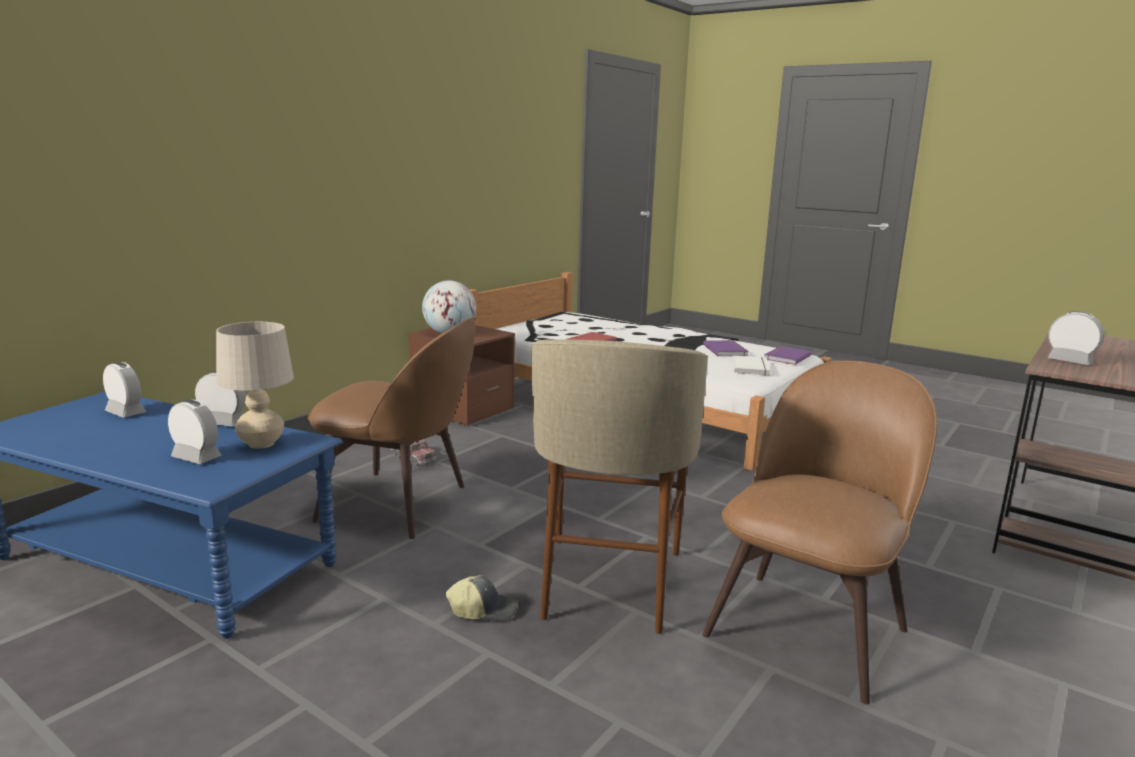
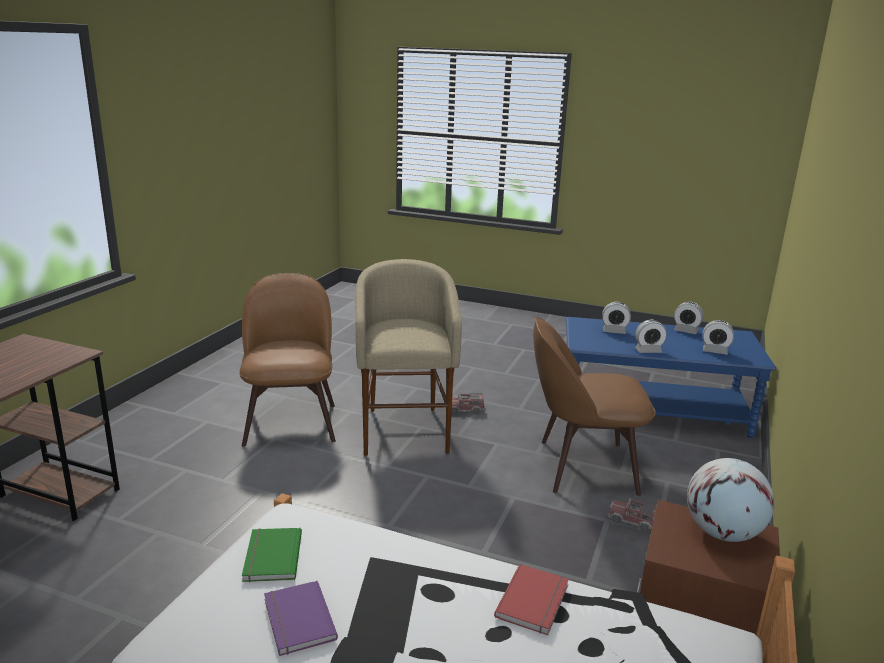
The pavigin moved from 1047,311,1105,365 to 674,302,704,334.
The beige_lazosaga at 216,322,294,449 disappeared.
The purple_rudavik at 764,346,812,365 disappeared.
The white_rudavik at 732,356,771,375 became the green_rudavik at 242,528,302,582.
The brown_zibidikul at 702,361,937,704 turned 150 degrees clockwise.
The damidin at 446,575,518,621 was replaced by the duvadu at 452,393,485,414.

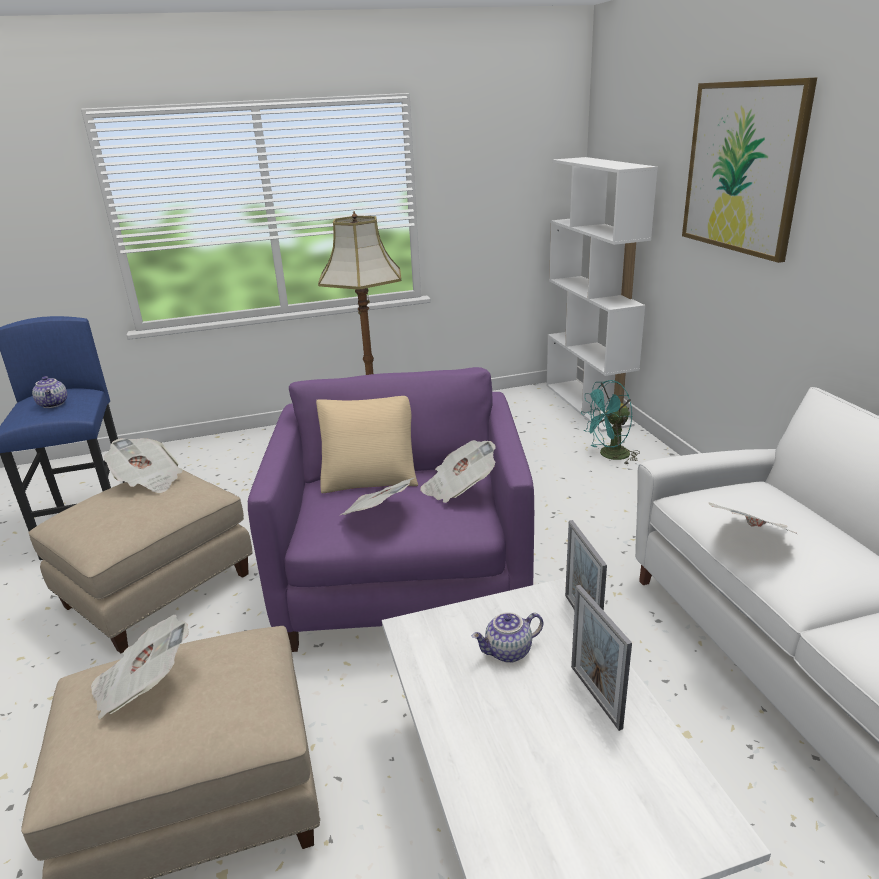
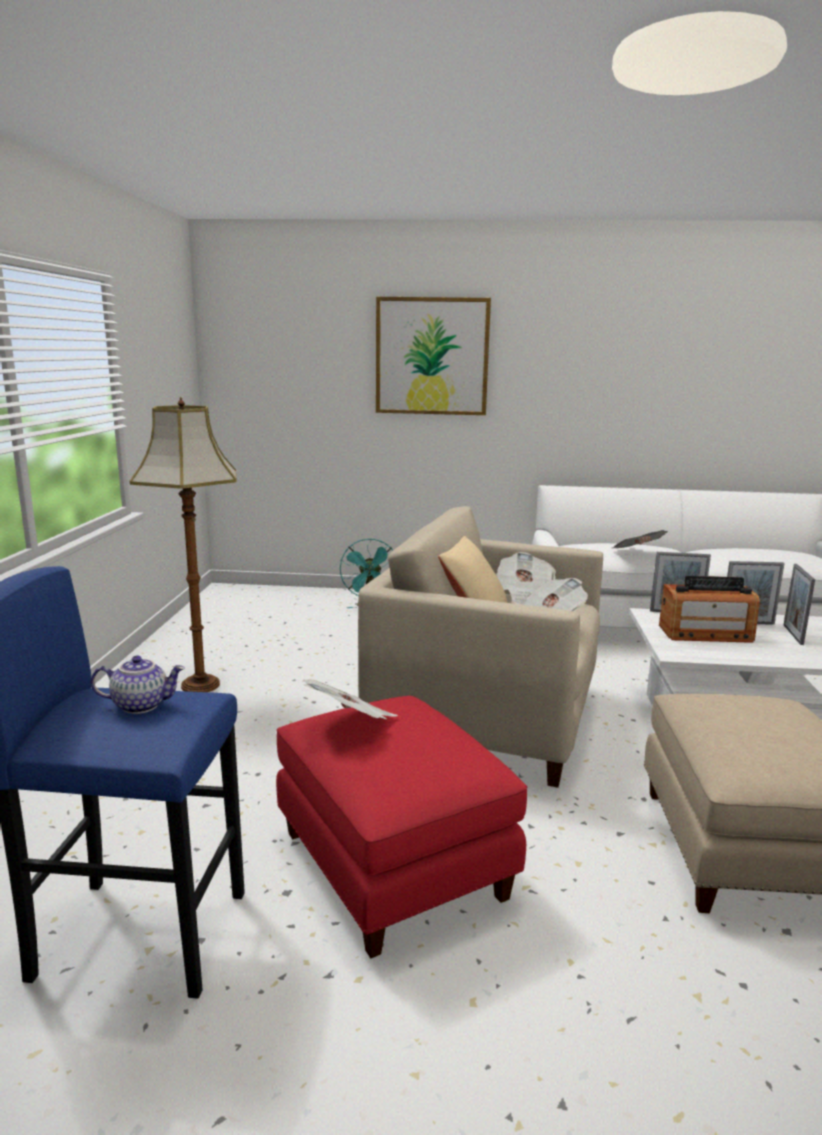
The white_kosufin at 547,157,658,432 disappeared.
The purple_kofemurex at 248,367,534,652 became the beige_kofemurex at 358,506,603,788.
The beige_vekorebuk at 29,470,252,654 became the red_vekorebuk at 276,696,527,958.
The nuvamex at 472,612,543,663 was replaced by the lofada at 659,576,760,643.
The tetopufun at 91,615,189,719 disappeared.
The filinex at 784,564,815,645 appeared.

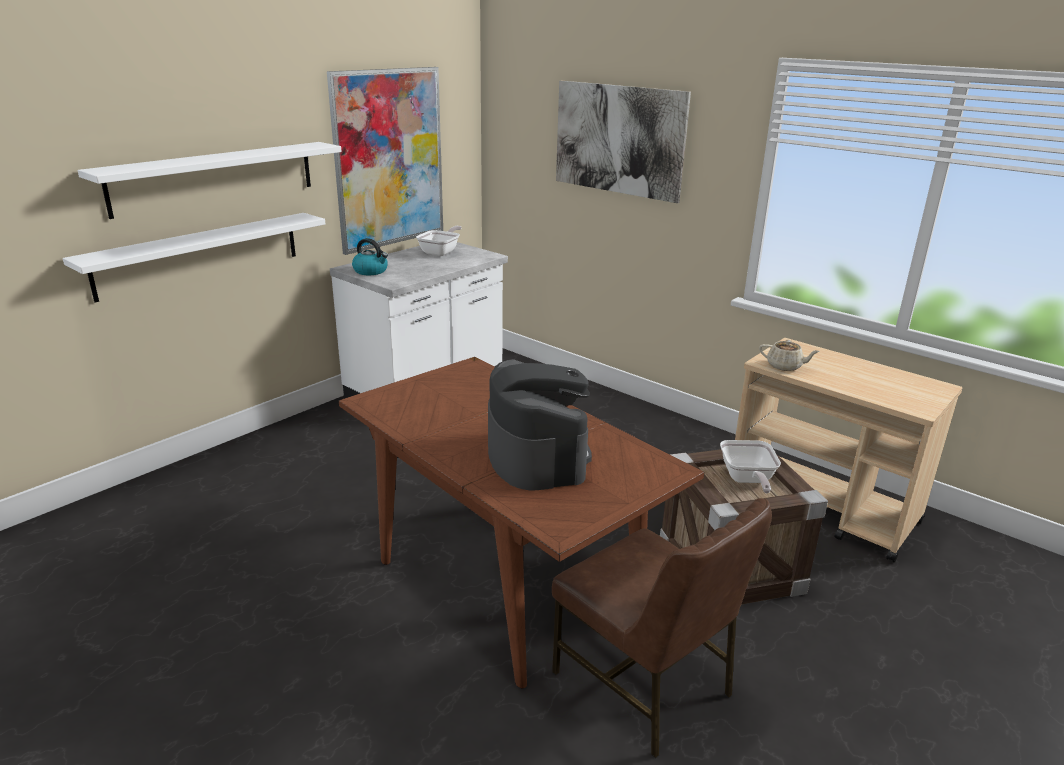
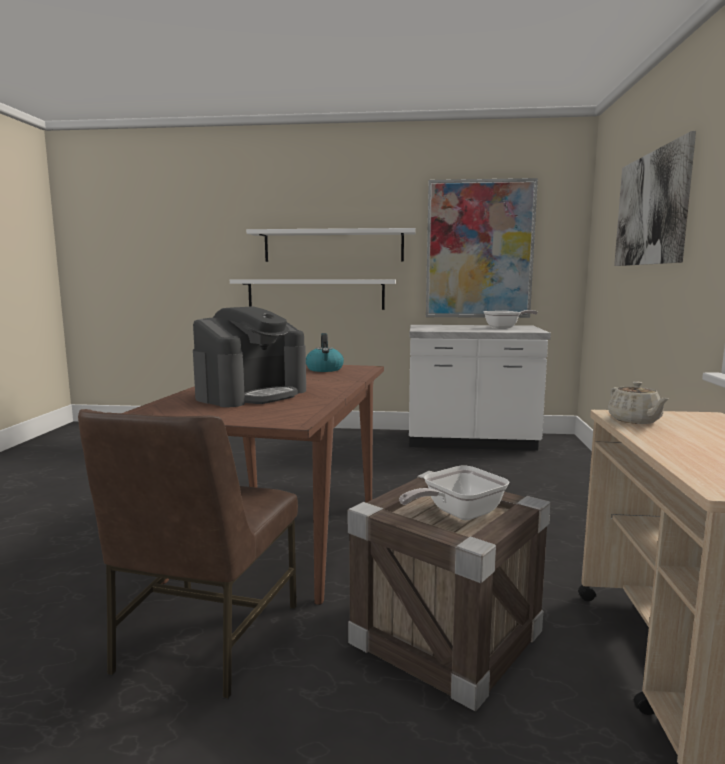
The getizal moved from 352,238,388,275 to 306,333,344,372.

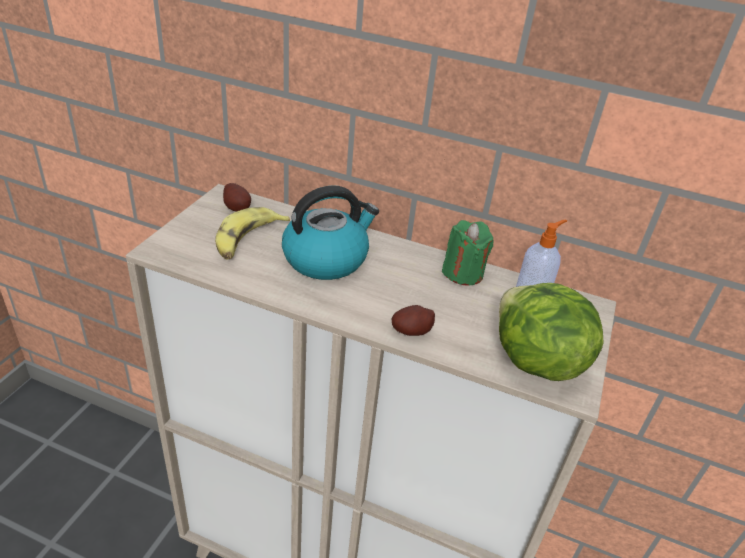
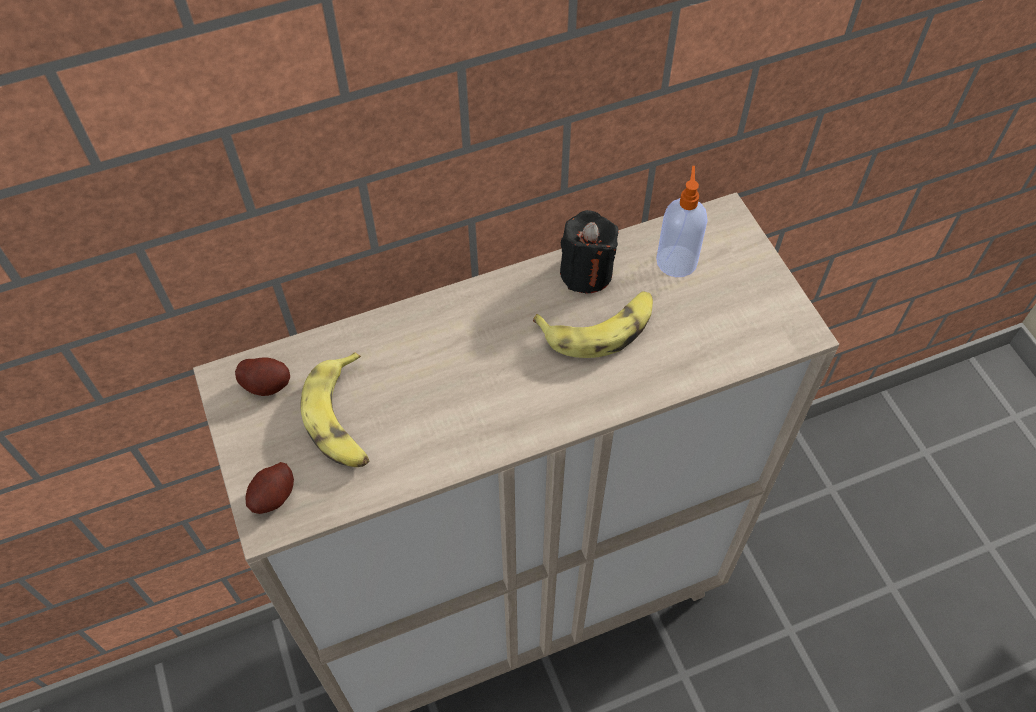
The getizal at 282,185,379,280 disappeared.
The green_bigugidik at 442,220,493,285 became the black_bigugidik at 560,210,619,293.
The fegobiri at 499,283,604,381 disappeared.
The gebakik moved from 392,305,435,336 to 246,462,294,514.
The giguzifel at 533,291,653,358 appeared.

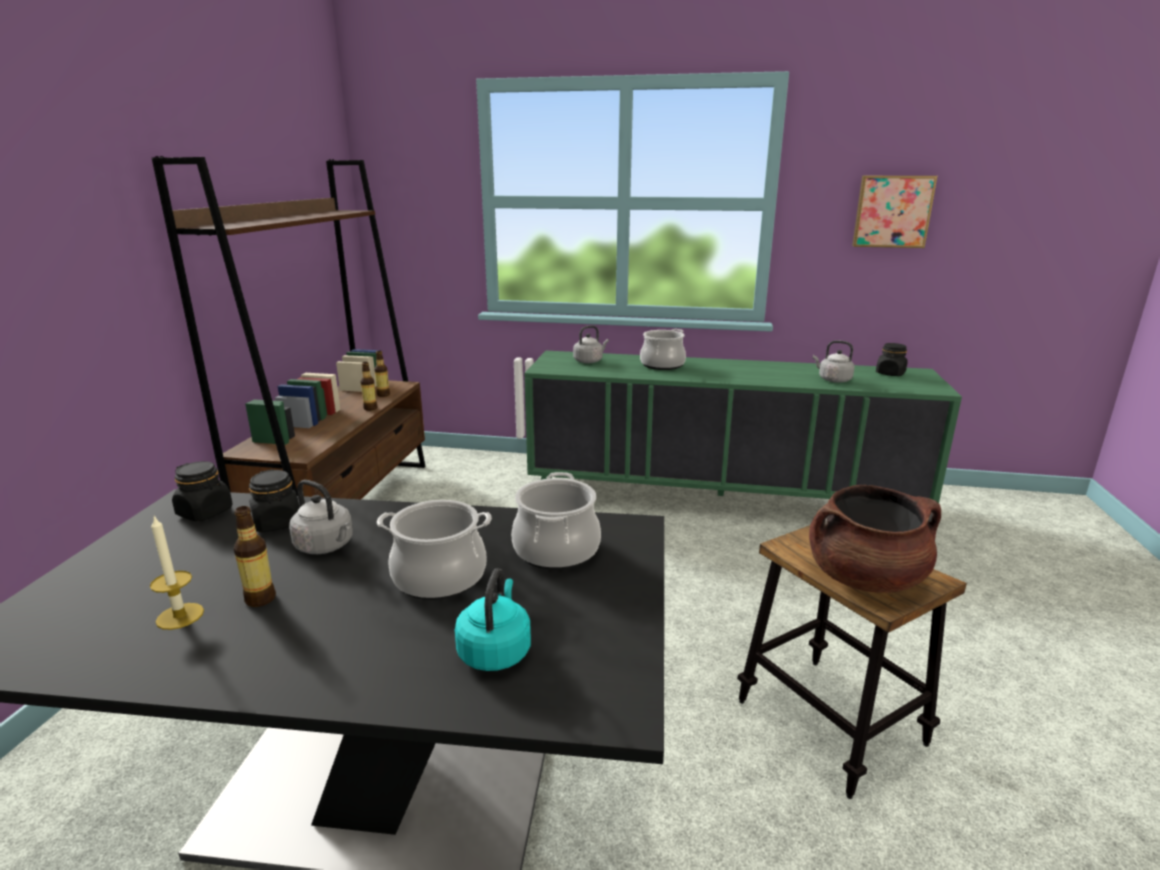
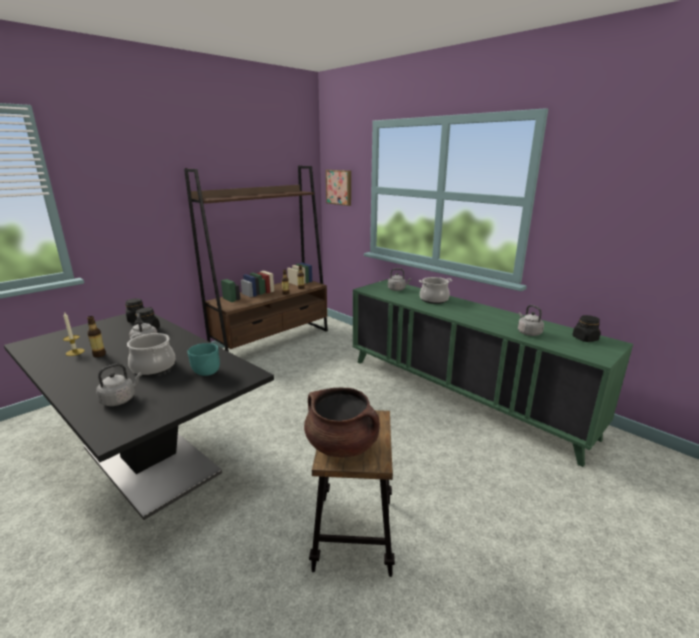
The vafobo moved from 852,176,938,248 to 326,170,351,206.
The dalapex at 511,472,601,569 was replaced by the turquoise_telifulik at 187,343,220,376.
The turquoise_getizal at 455,568,531,671 became the grey_getizal at 96,363,142,406.

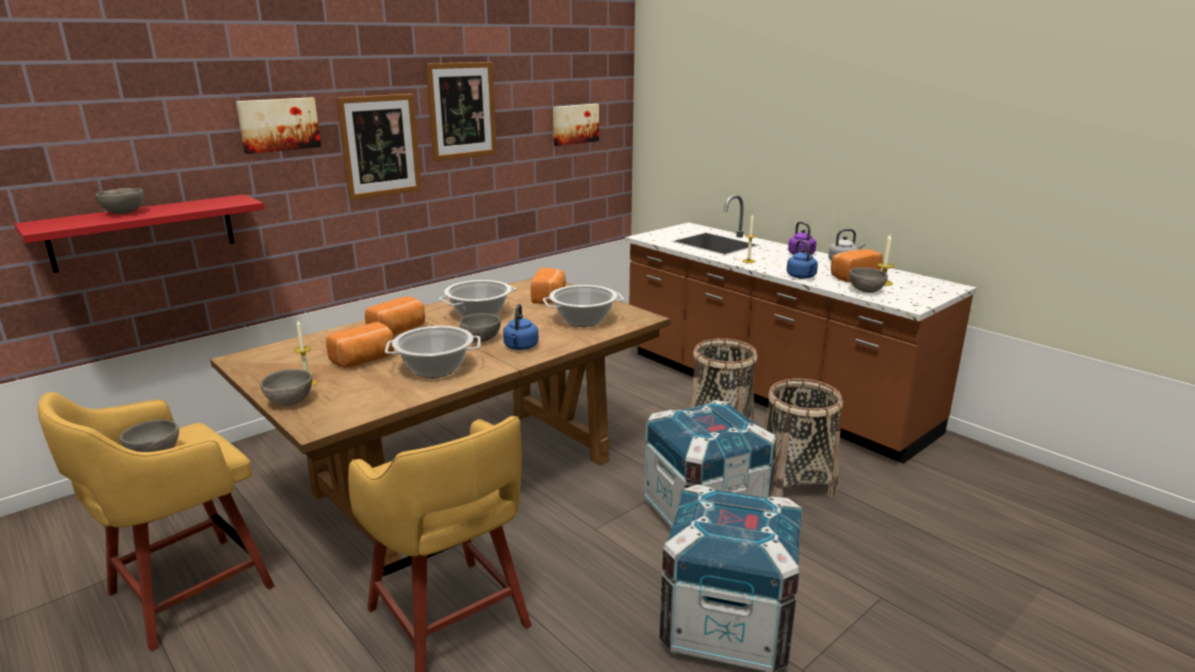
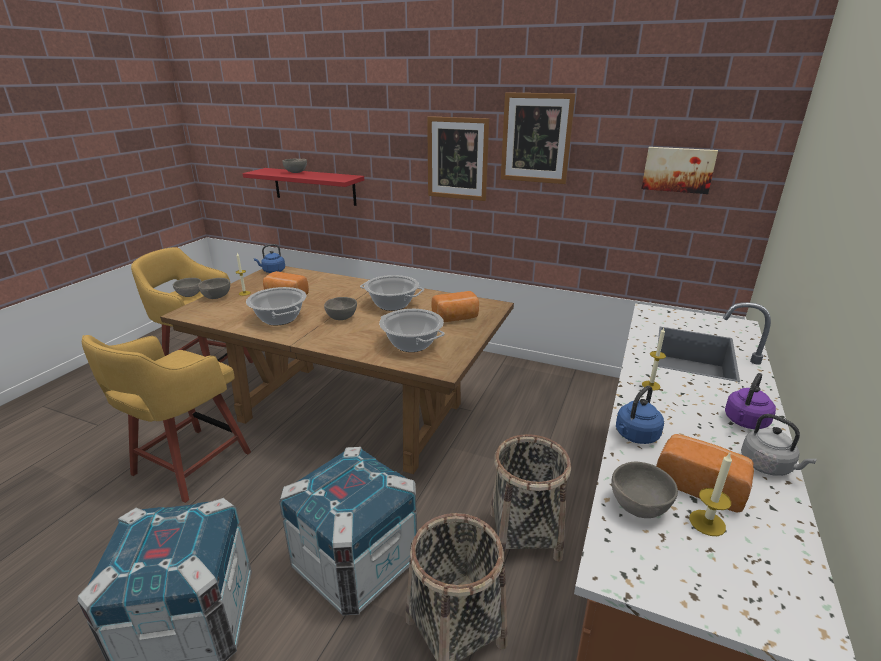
The vafobo at 236,97,321,154 disappeared.
The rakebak at 365,296,425,335 disappeared.
The blue_getizal moved from 503,304,539,350 to 254,244,285,273.

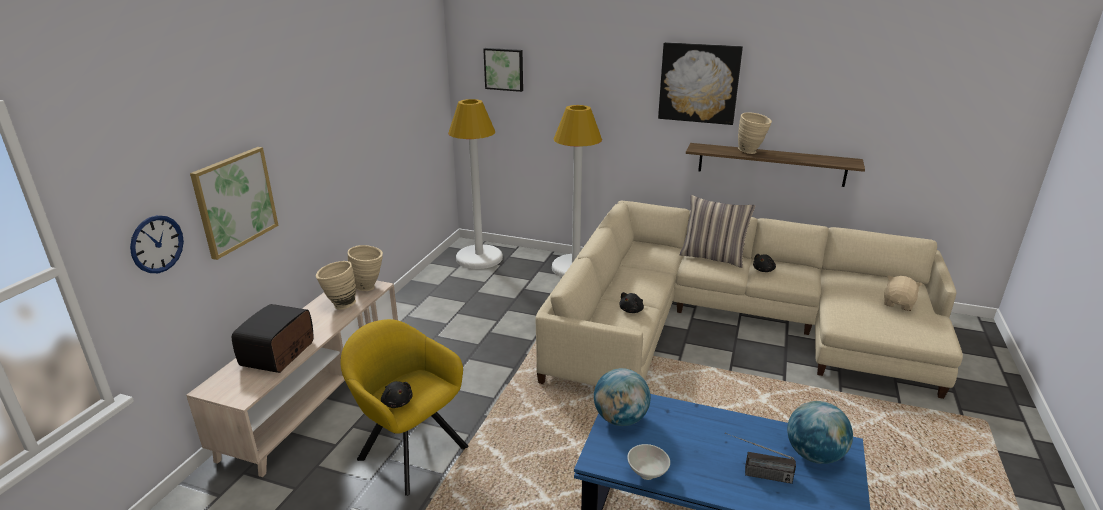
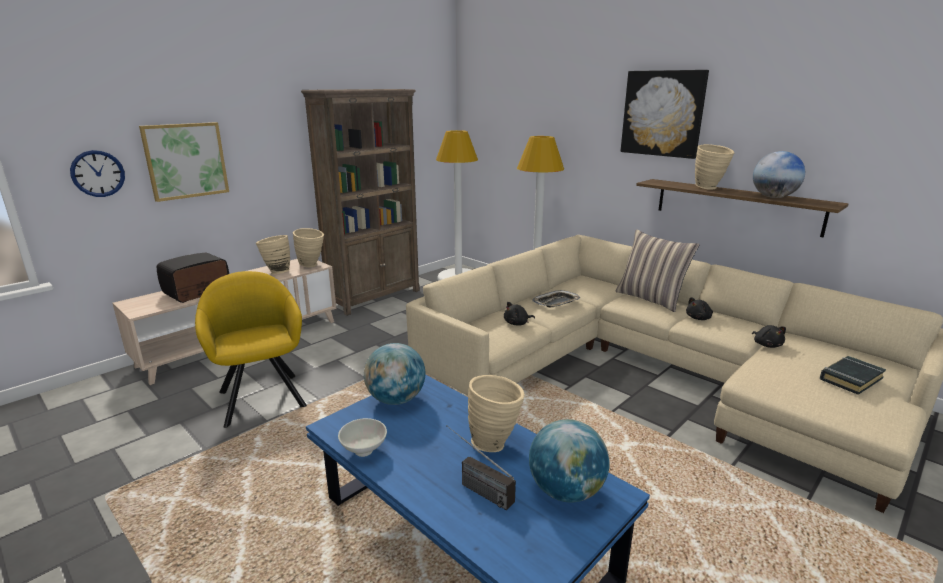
The vafobo at 483,48,523,92 disappeared.
The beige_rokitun at 884,275,922,311 was replaced by the black_rudavik at 820,356,886,395.
The black_rokitun moved from 381,381,413,408 to 752,325,786,348.
The brown_kosufin at 301,89,420,316 appeared.
The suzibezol at 753,151,805,198 appeared.
The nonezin at 532,290,580,307 appeared.
The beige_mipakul at 468,375,525,452 appeared.

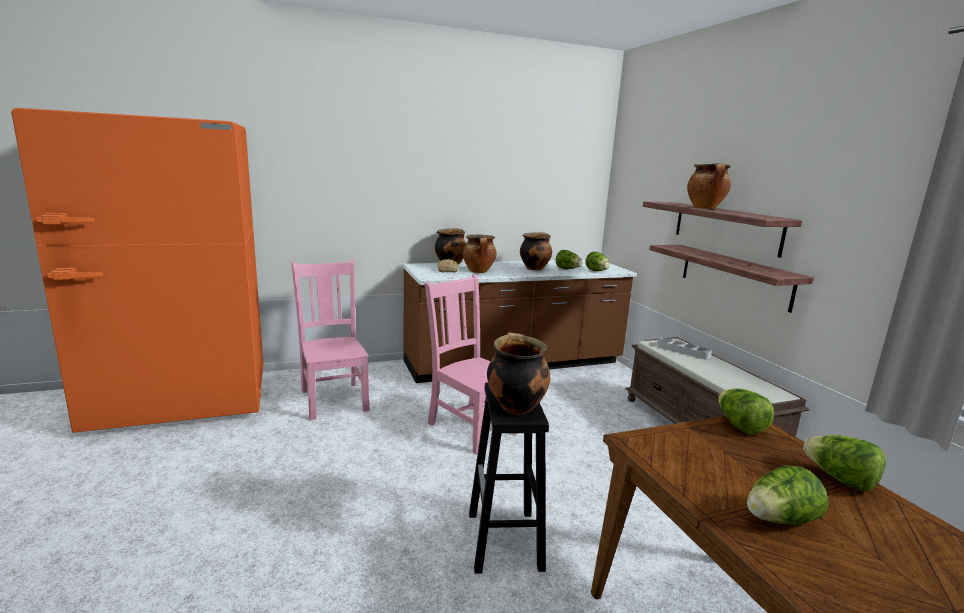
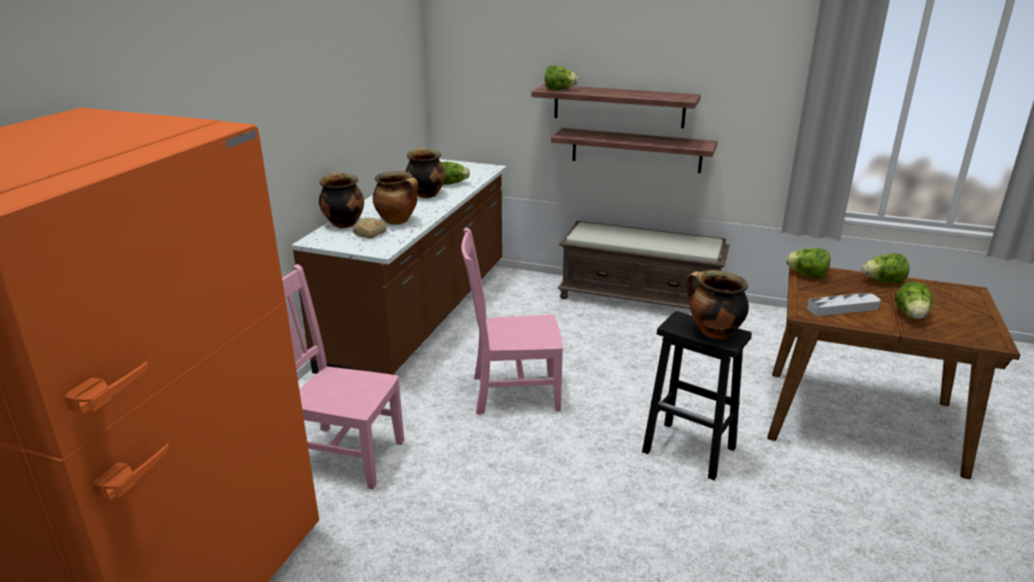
The dalapex at 687,163,731,209 disappeared.
The fegobiri moved from 586,251,610,271 to 545,66,578,90.
The grey_nonezin moved from 656,337,712,359 to 807,293,881,316.

